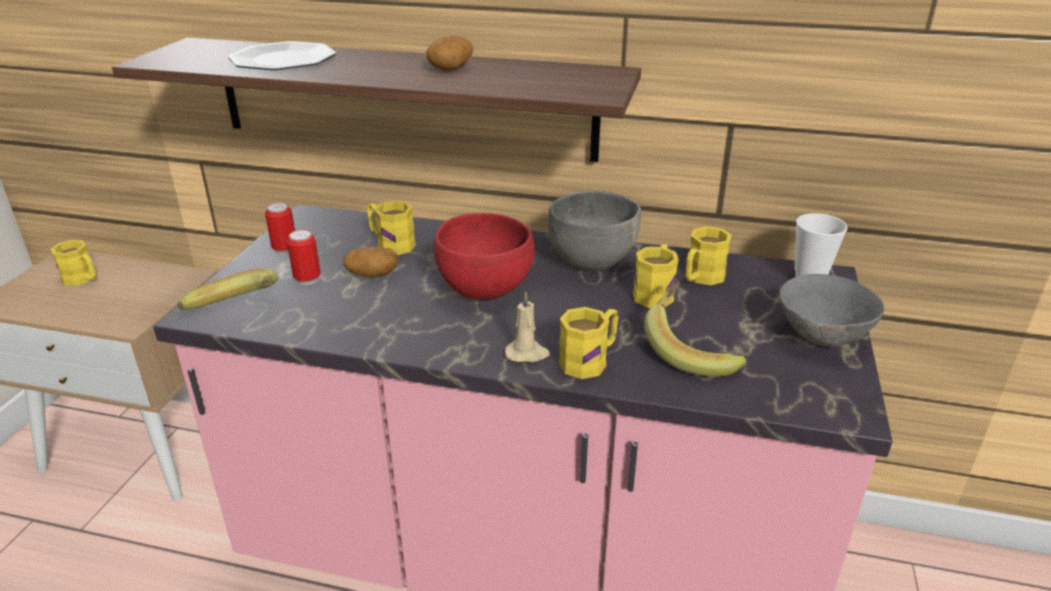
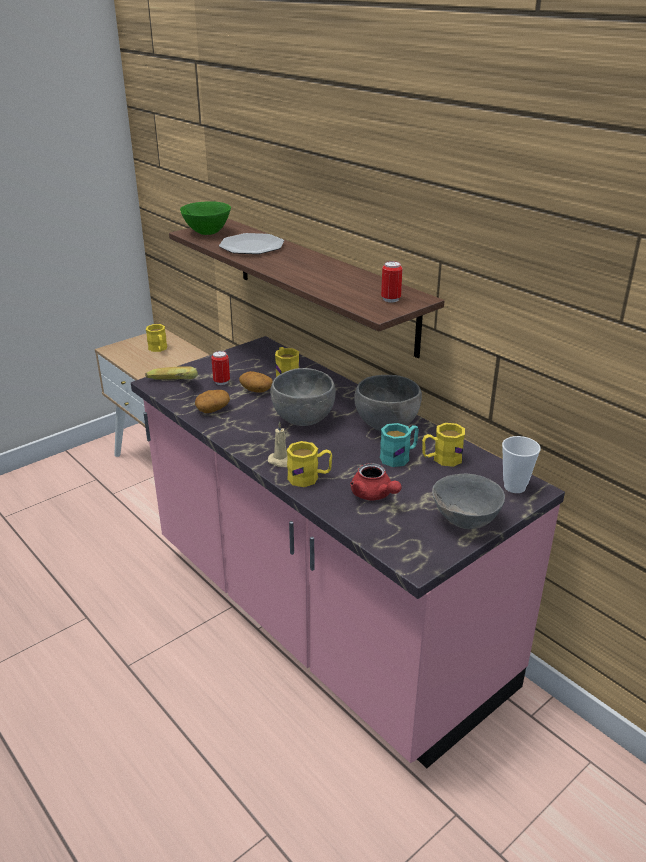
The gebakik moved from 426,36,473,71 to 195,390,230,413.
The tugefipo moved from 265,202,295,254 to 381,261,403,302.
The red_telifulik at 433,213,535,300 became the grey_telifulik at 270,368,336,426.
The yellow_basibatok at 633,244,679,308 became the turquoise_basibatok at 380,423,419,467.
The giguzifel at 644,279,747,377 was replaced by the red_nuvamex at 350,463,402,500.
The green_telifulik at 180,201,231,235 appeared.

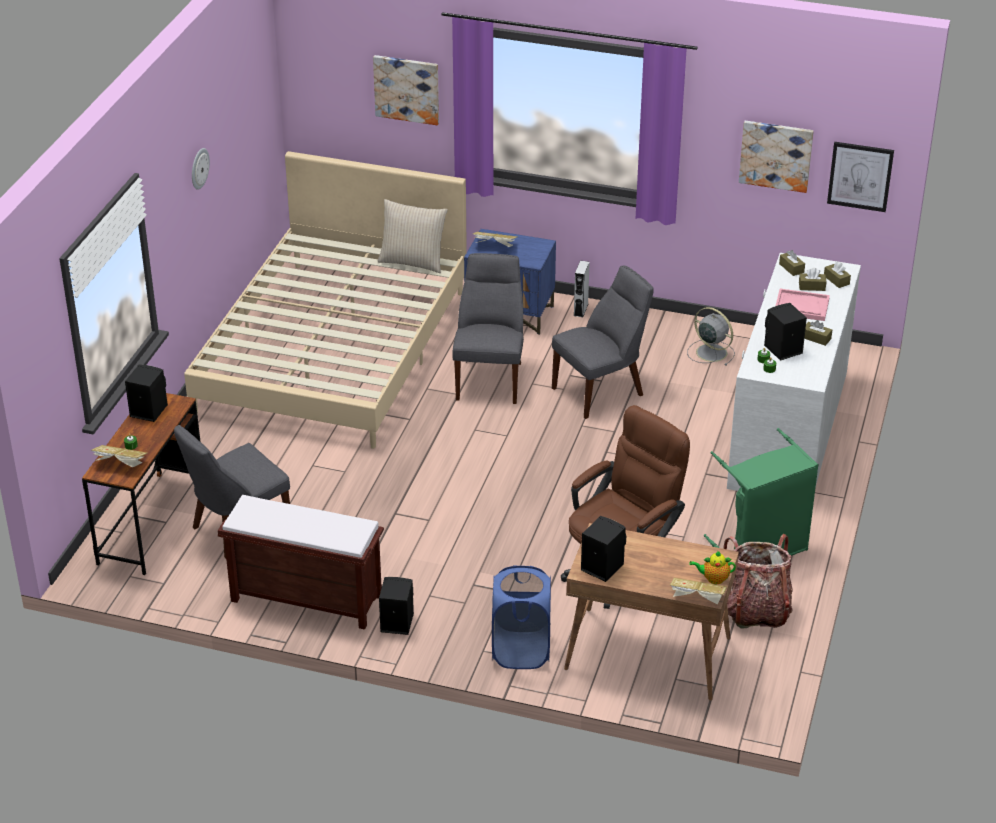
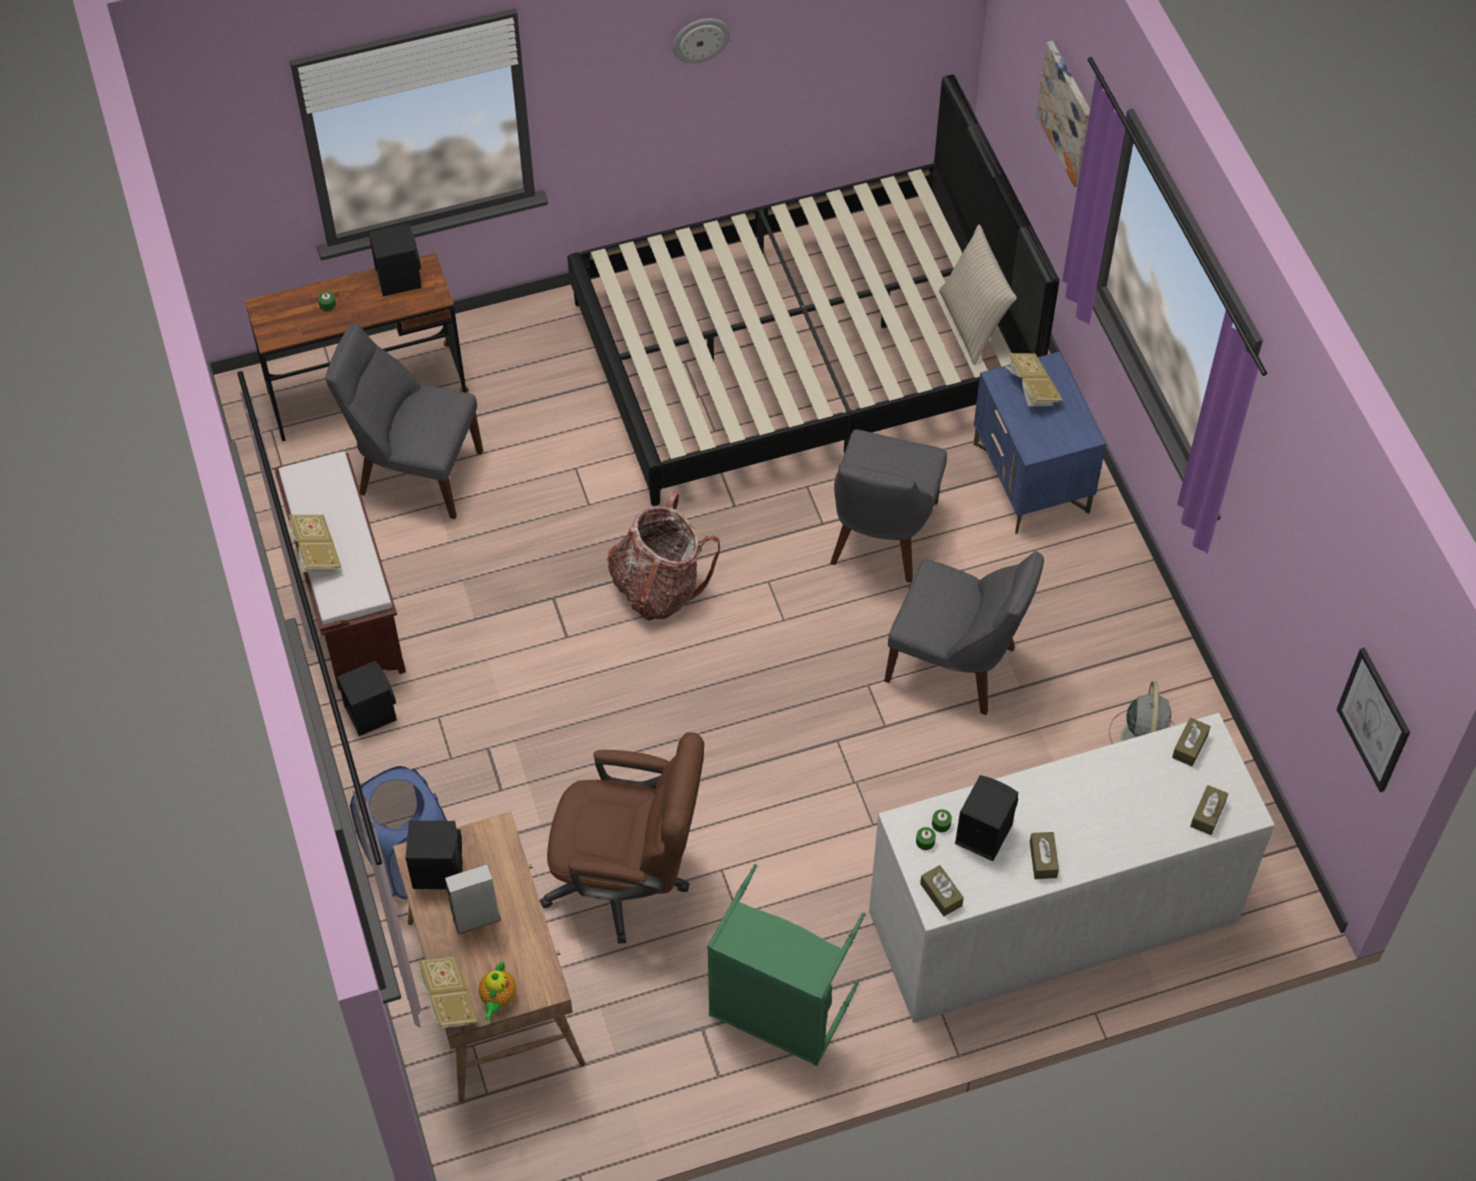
The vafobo at 739,121,814,193 disappeared.
The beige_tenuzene at 184,151,467,449 became the black_tenuzene at 567,75,1059,506.
The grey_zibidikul at 452,253,524,404 turned 135 degrees clockwise.
The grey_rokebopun moved from 574,260,590,317 to 445,864,501,934.
The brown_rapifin moved from 799,268,826,291 to 920,865,964,916.
The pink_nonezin at 776,289,830,321 disappeared.
The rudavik moved from 91,445,147,468 to 287,515,341,572.
The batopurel moved from 723,534,793,628 to 607,491,720,620.
The nuvamex at 689,551,736,584 turned 135 degrees counterclockwise.

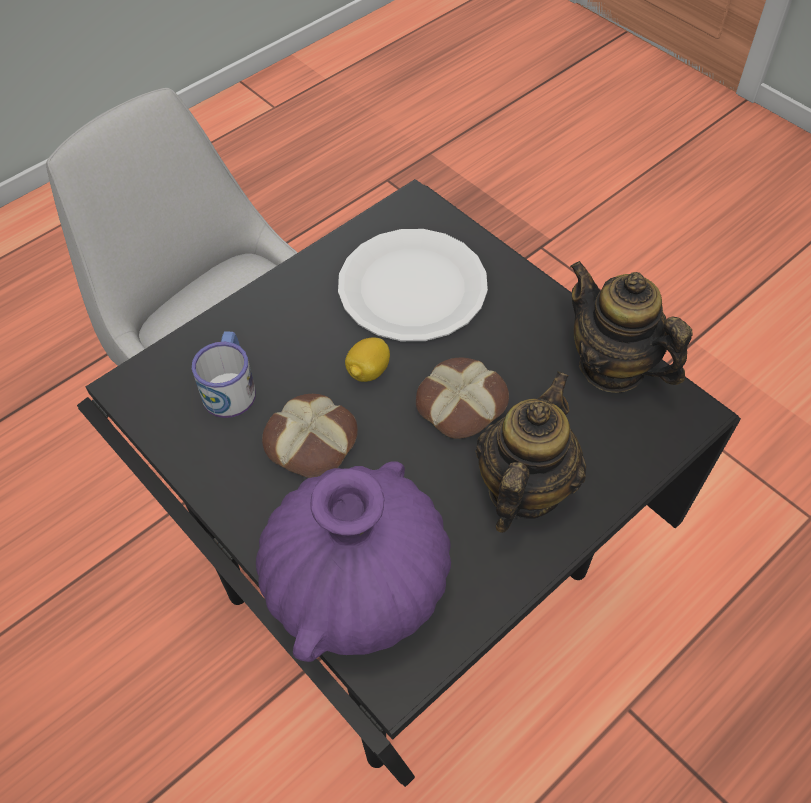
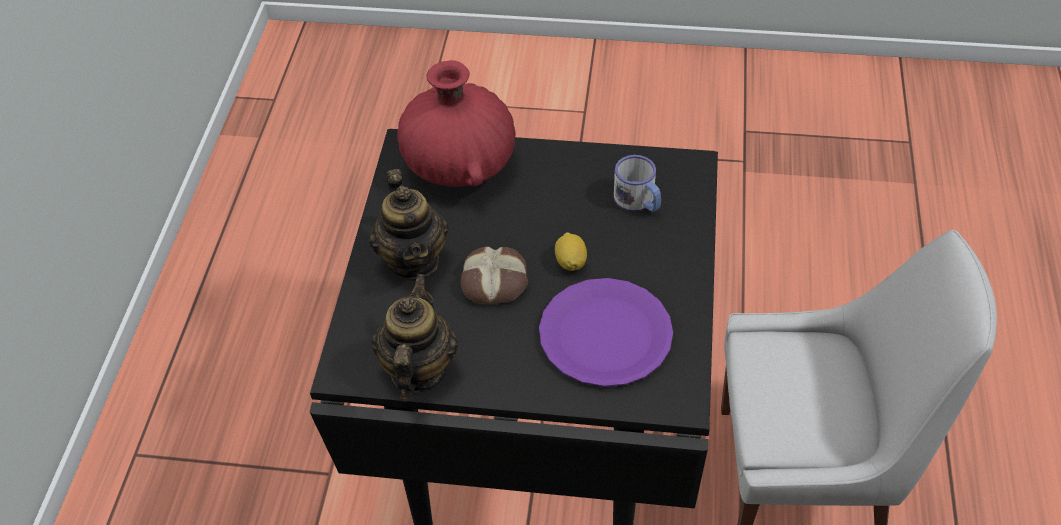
The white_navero at 338,229,488,341 became the purple_navero at 539,278,673,387.
The nuvamex at 570,261,693,393 turned 90 degrees counterclockwise.
The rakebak at 262,394,358,478 disappeared.
The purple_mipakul at 256,461,451,662 became the red_mipakul at 397,60,516,187.

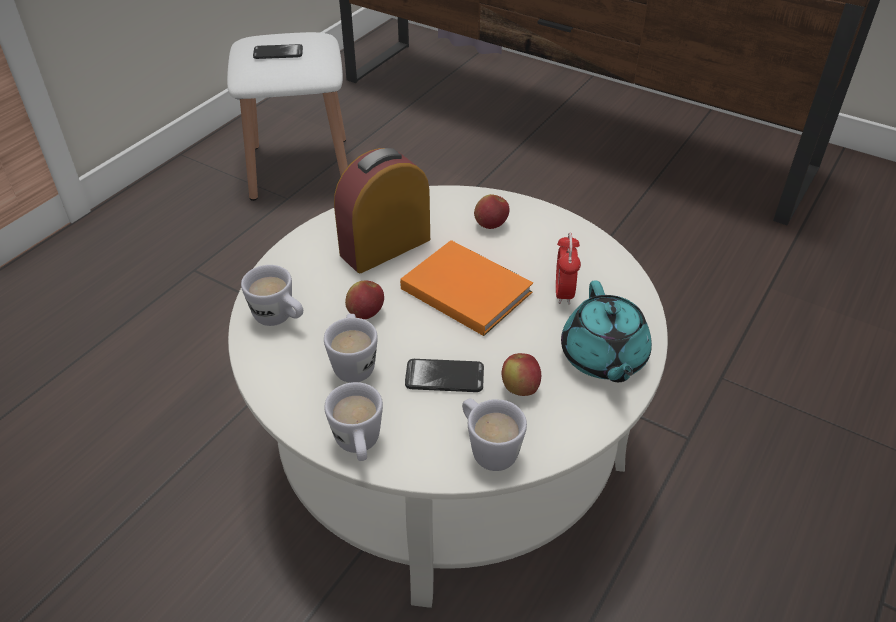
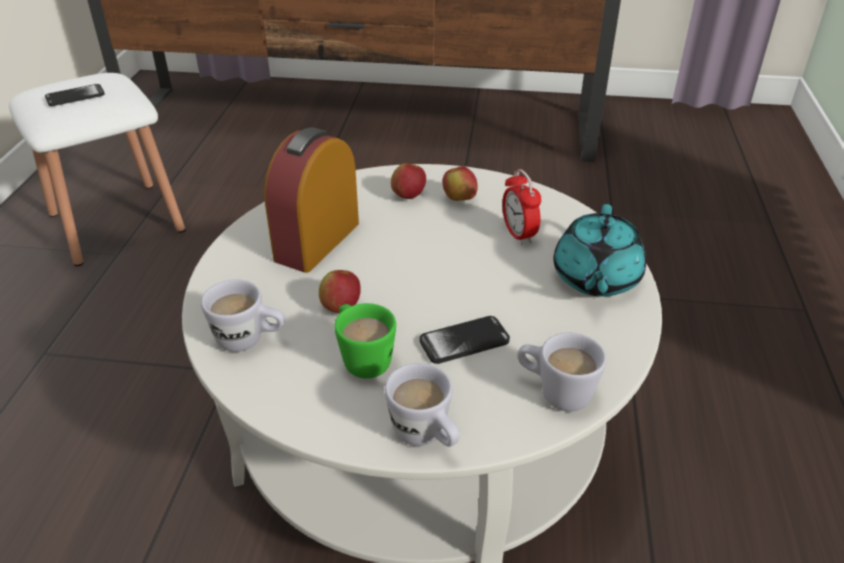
The orange_rudavik at 400,240,533,336 disappeared.
The turquoise_nuvamex at 561,280,652,382 turned 45 degrees clockwise.
The white_basibatok at 324,314,378,383 became the green_basibatok at 334,303,396,379.
The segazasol moved from 502,353,541,396 to 442,166,478,201.

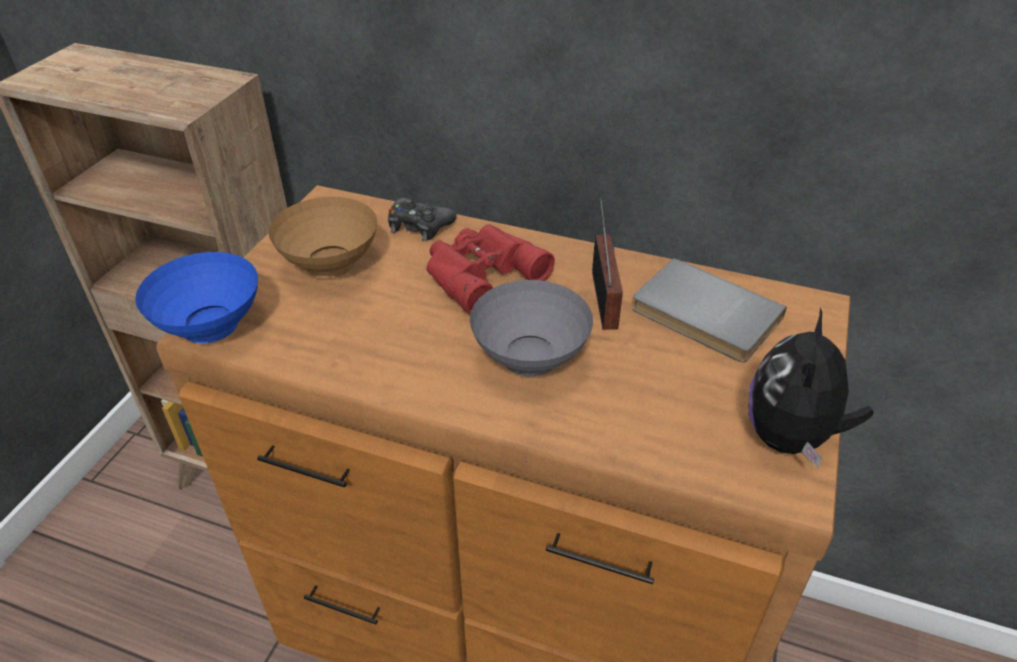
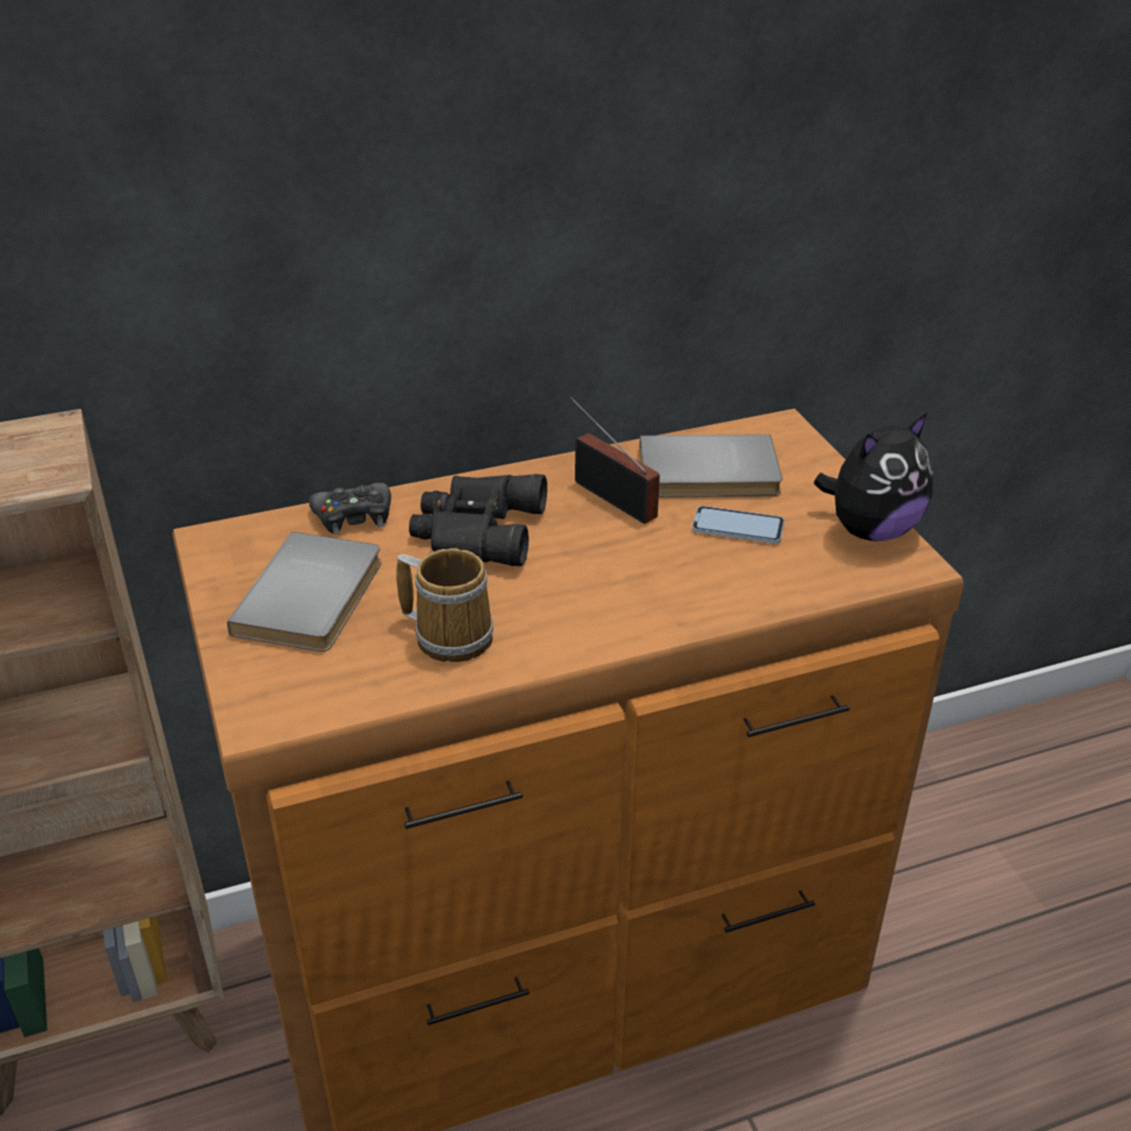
The brown_telifulik at 269,197,377,278 was replaced by the grey_rudavik at 227,532,381,652.
The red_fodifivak at 426,224,555,314 became the black_fodifivak at 409,474,547,566.
The blue_telifulik at 135,252,258,344 disappeared.
The grey_telifulik at 470,280,593,377 disappeared.
The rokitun at 748,307,874,468 turned 105 degrees counterclockwise.
The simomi at 692,506,785,544 appeared.
The basibatok at 396,548,493,662 appeared.

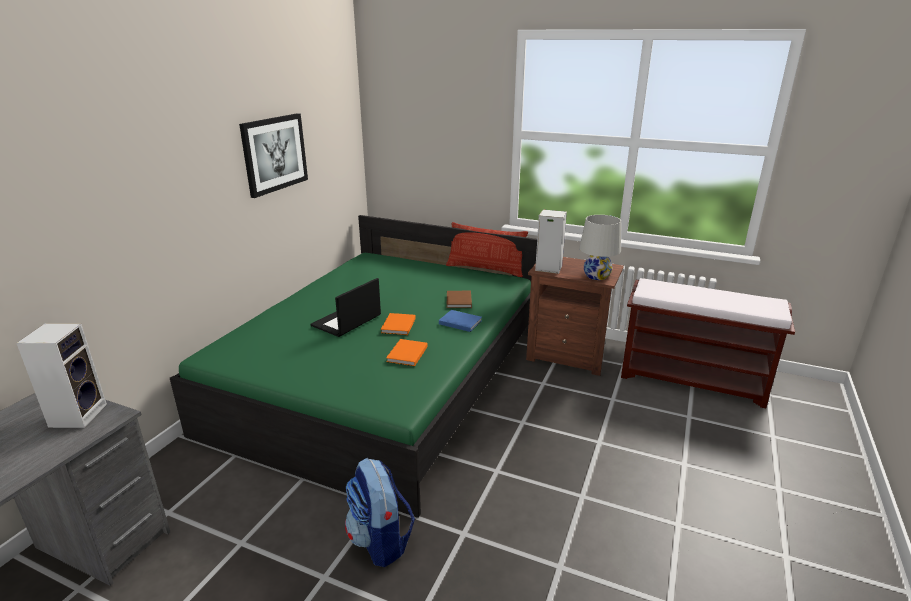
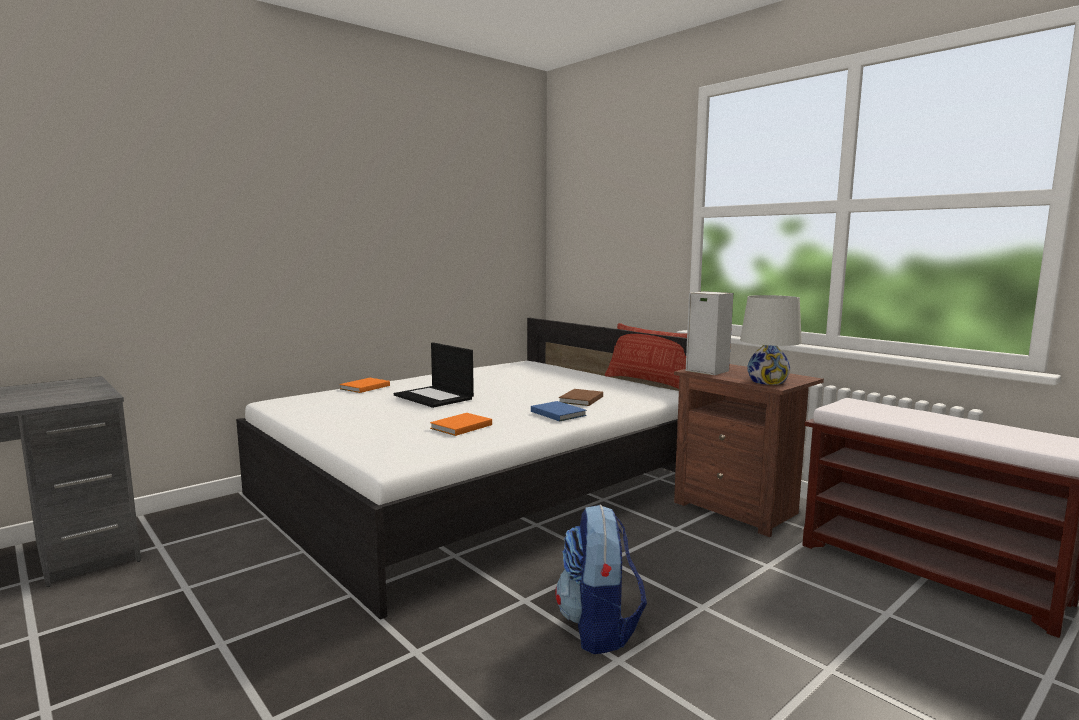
The vafobo at 239,113,308,198 disappeared.
The green_tenuzene at 170,215,537,518 became the white_tenuzene at 236,318,687,620.
The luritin at 311,278,381,337 turned 105 degrees counterclockwise.
The orange_rudavik moved from 381,313,416,335 to 339,378,390,393.
The rokebopun at 17,323,107,428 disappeared.
The batopurel moved from 345,458,415,567 to 555,505,647,654.

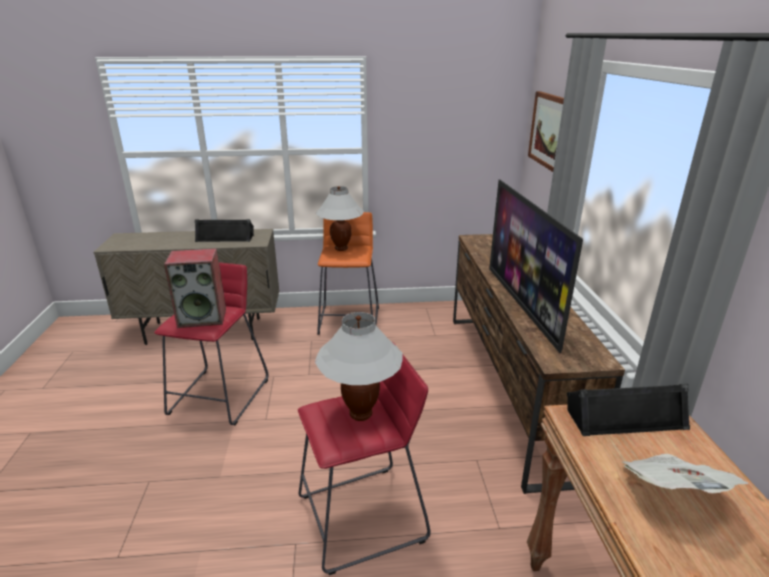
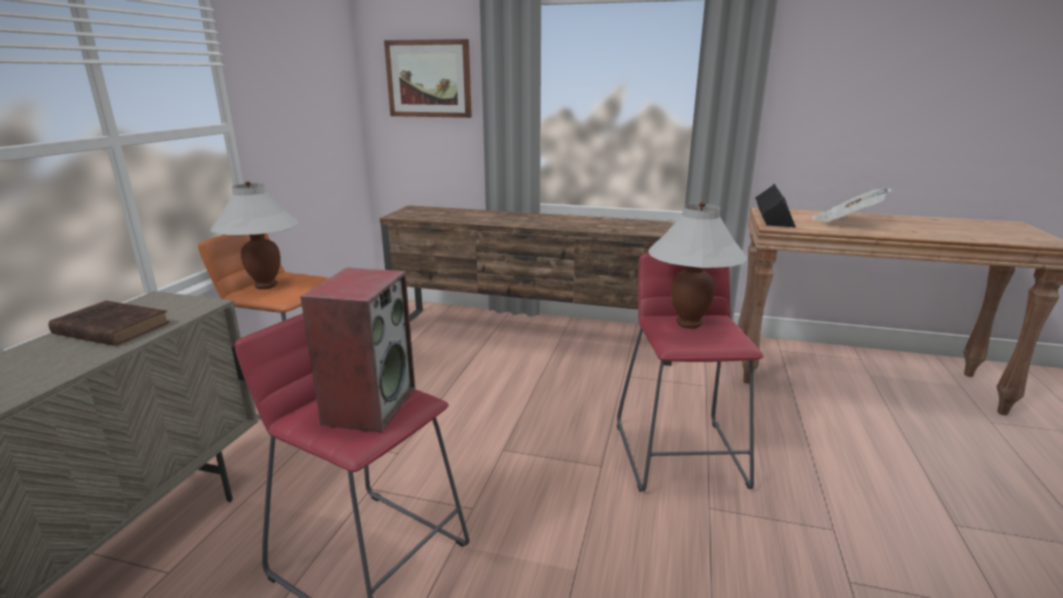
The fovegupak at 489,179,583,353 disappeared.
The black_rokebopun at 195,219,254,242 was replaced by the brown_rudavik at 49,301,170,346.

